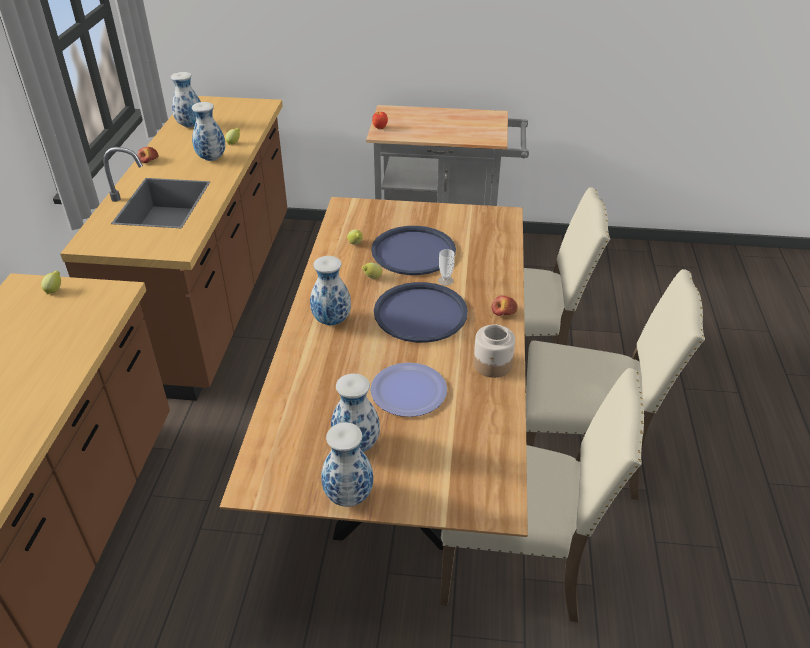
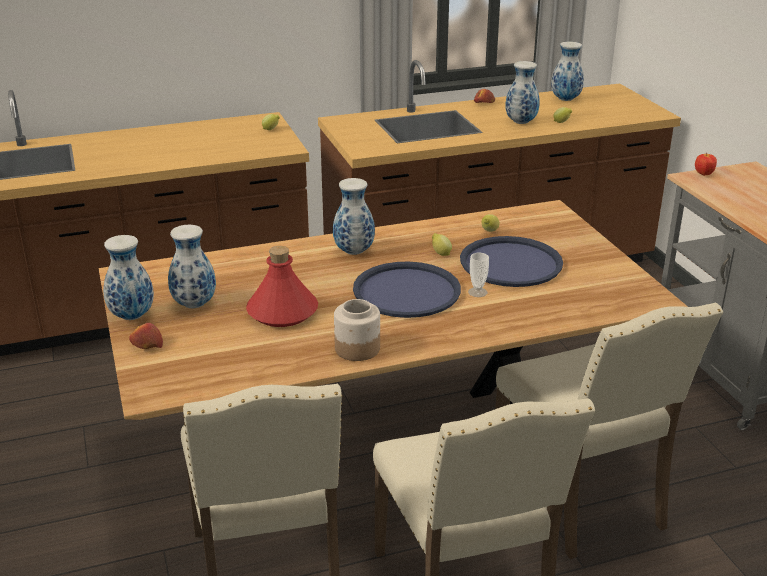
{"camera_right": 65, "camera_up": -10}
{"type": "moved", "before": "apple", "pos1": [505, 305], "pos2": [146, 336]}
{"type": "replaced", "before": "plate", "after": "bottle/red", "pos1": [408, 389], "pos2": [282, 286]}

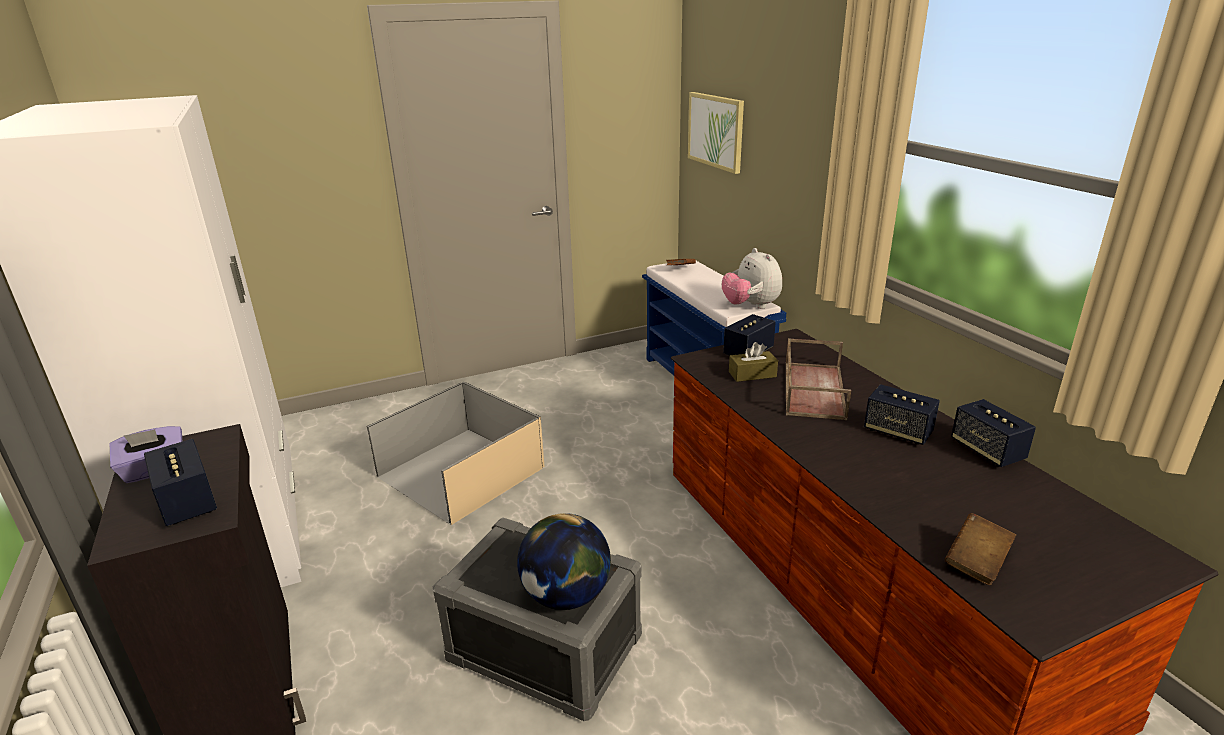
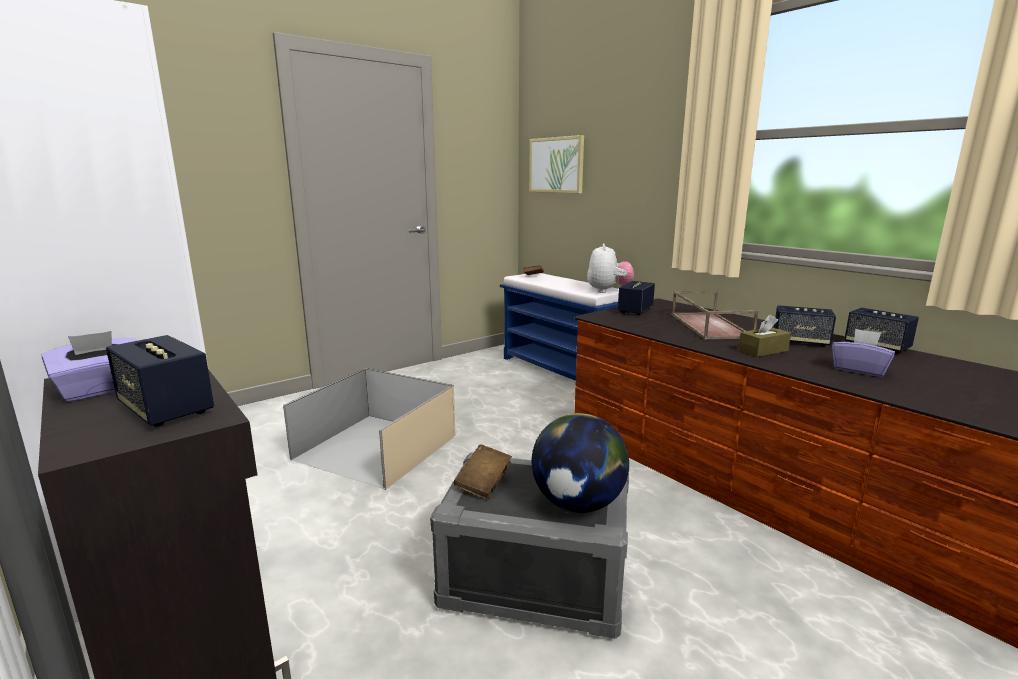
{"camera_right": -15, "camera_up": -10}
{"type": "moved", "before": "book/brown", "pos1": [980, 549], "pos2": [483, 471]}
{"type": "turned", "before": "plush toy", "pos1": [752, 278], "pos2": [610, 268], "turn": -135}
{"type": "moved", "before": "tissue box/brown", "pos1": [753, 362], "pos2": [764, 336]}
{"type": "added", "after": "tissue box/purple", "pos2": [863, 353]}

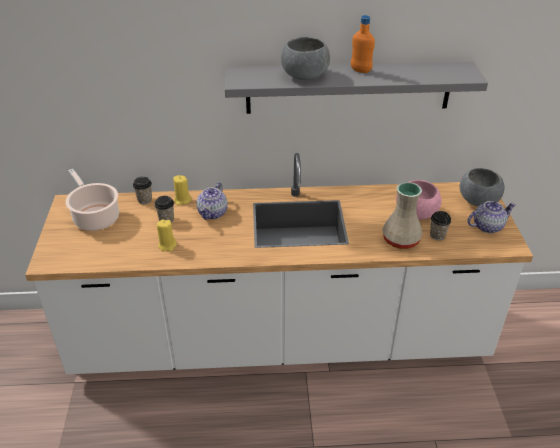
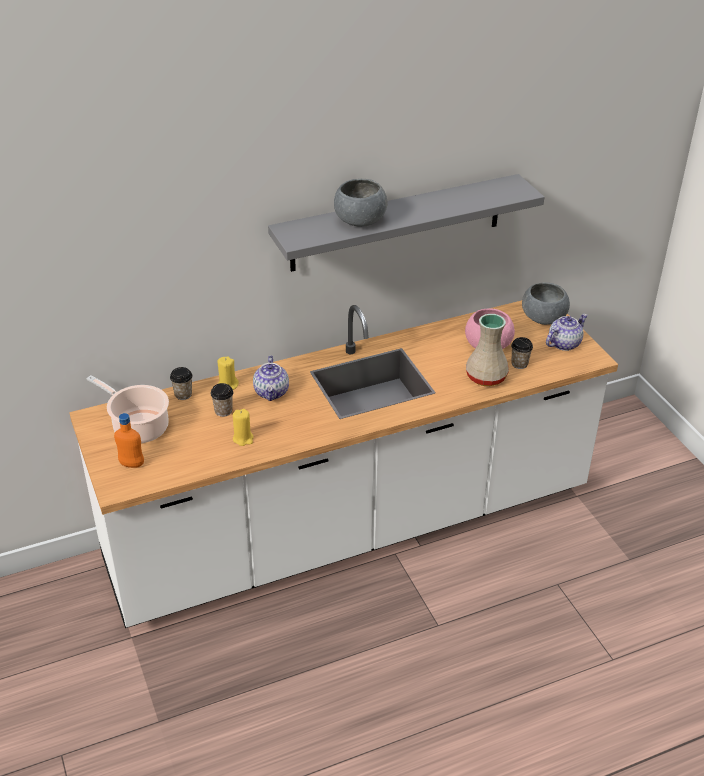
{"camera_right": -20, "camera_up": 0}
{"type": "moved", "before": "bottle/orange", "pos1": [363, 44], "pos2": [129, 440]}

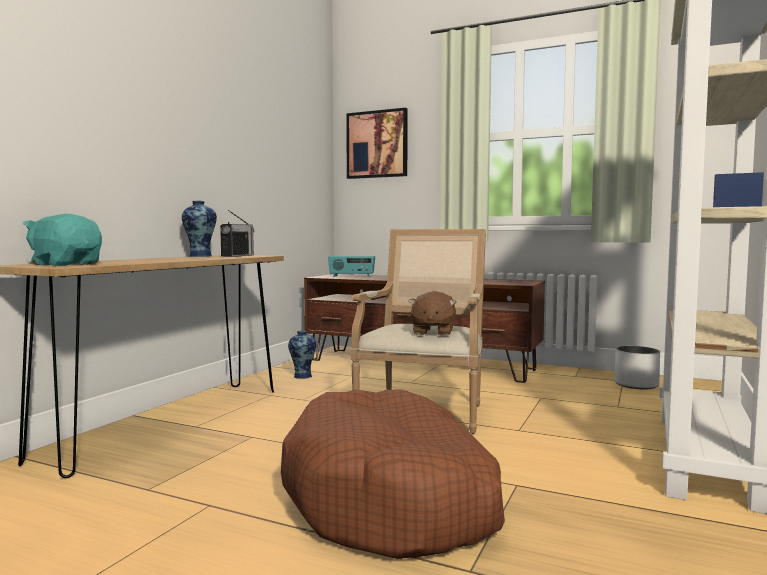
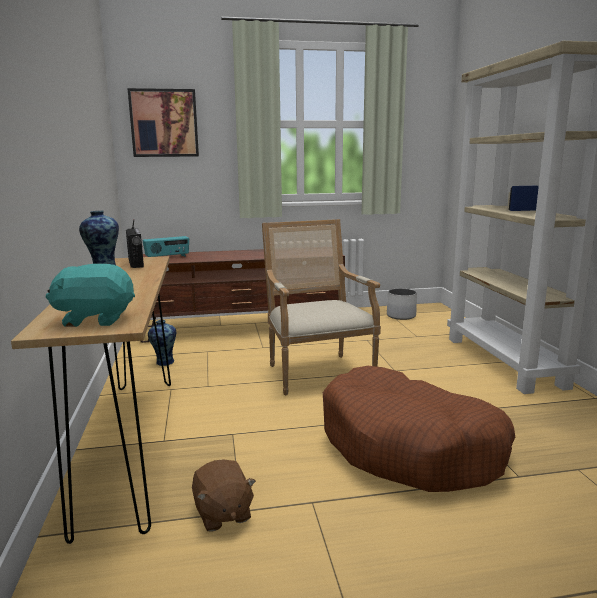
{"camera_right": -35, "camera_up": 10}
{"type": "moved", "before": "plush toy/brown", "pos1": [432, 313], "pos2": [224, 496]}

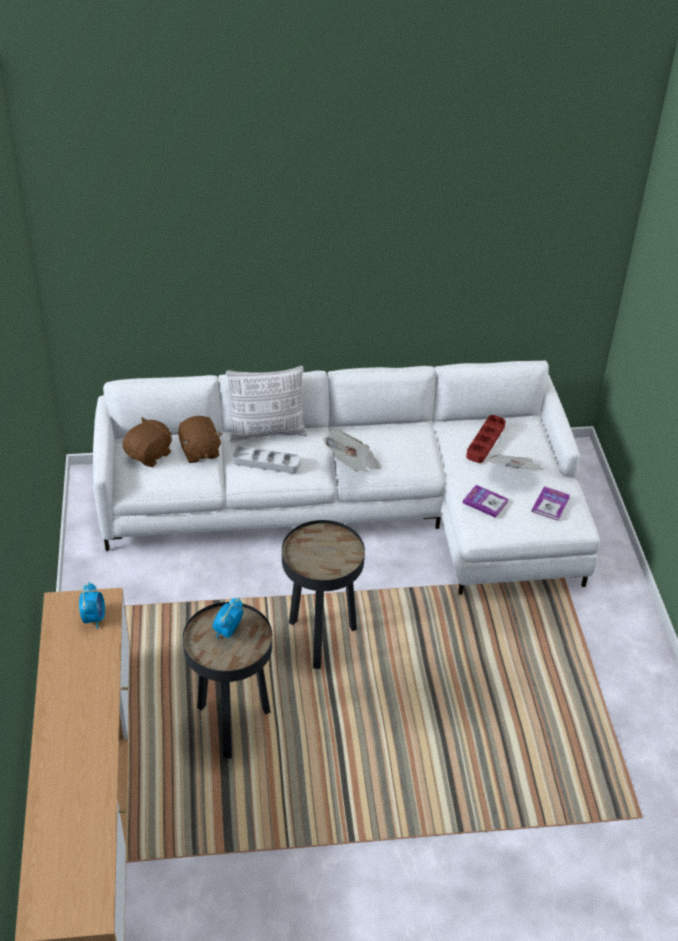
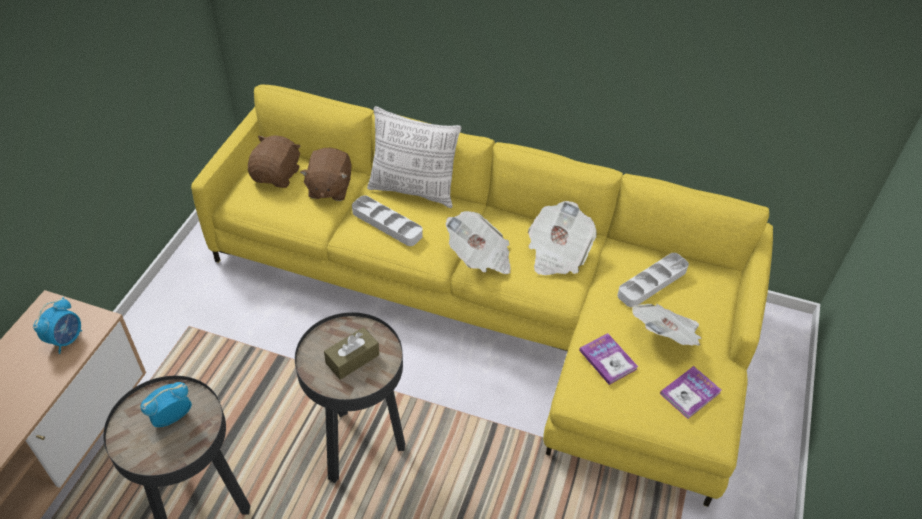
{"camera_right": 25, "camera_up": 5}
{"type": "recoloured", "before": "sofa/white", "after": "sofa/yellow", "pos1": [346, 477], "pos2": [482, 295]}
{"type": "turned", "before": "plush toy/brown", "pos1": [147, 442], "pos2": [274, 161], "turn": -45}
{"type": "added", "after": "tissue box/brown", "pos2": [351, 353]}
{"type": "added", "after": "newspaper", "pos2": [562, 238]}
{"type": "recoloured", "before": "tray/red", "after": "tray/grey", "pos1": [485, 439], "pos2": [653, 280]}

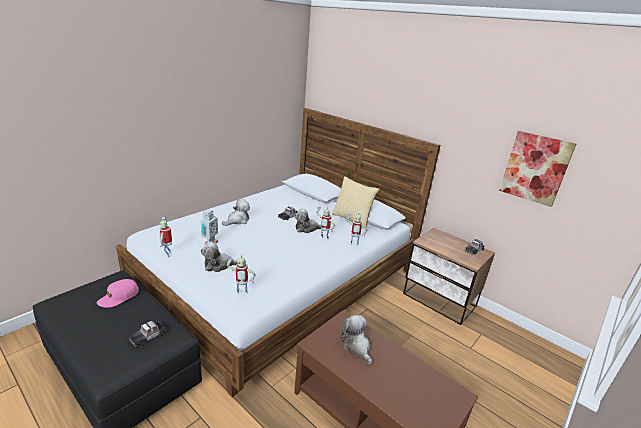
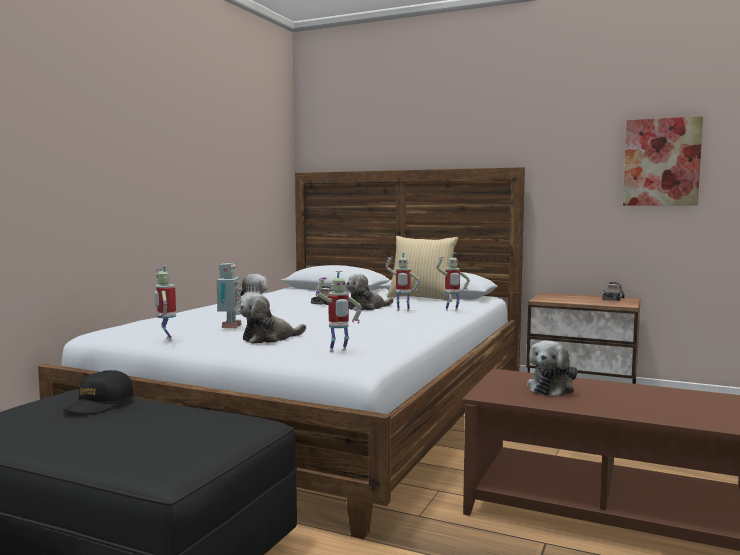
{"camera_right": -15, "camera_up": -20}
{"type": "recoloured", "before": "cap/pink", "after": "cap/black", "pos1": [117, 293], "pos2": [98, 392]}
{"type": "turned", "before": "plush toy", "pos1": [356, 339], "pos2": [552, 368], "turn": -105}
{"type": "removed", "before": "toy car", "pos1": [147, 334]}

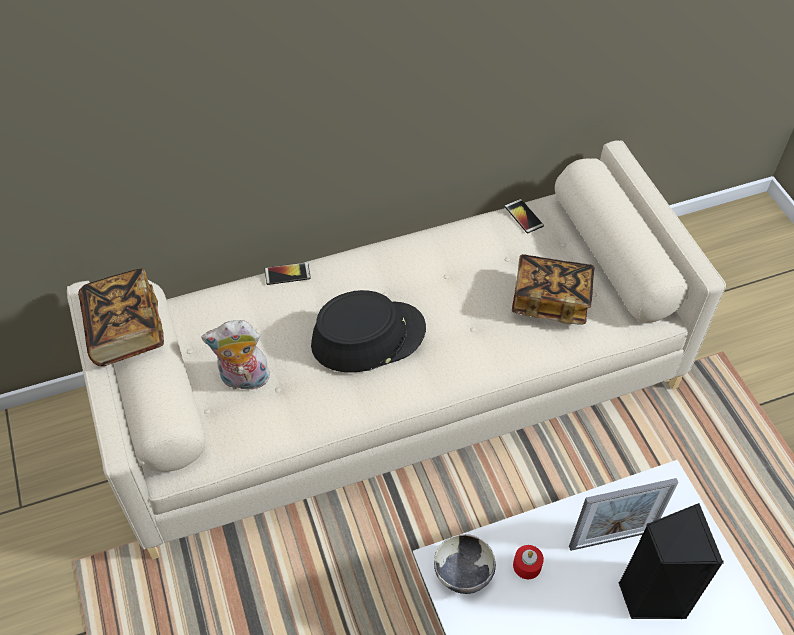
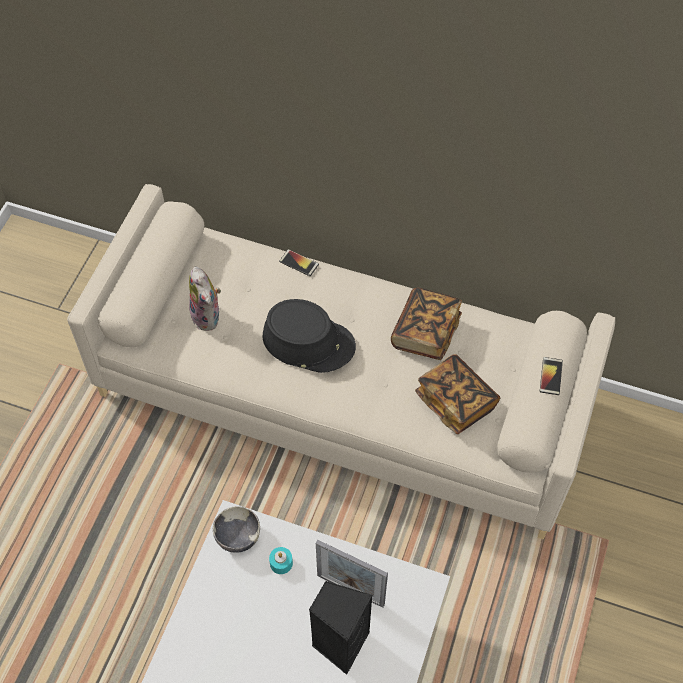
{"camera_right": 40, "camera_up": 5}
{"type": "turned", "before": "plush toy", "pos1": [237, 355], "pos2": [205, 298], "turn": -150}
{"type": "recoloured", "before": "candle/red", "after": "candle/turquoise", "pos1": [528, 562], "pos2": [281, 560]}
{"type": "moved", "before": "book", "pos1": [121, 317], "pos2": [426, 324]}
{"type": "moved", "before": "phone", "pos1": [524, 216], "pos2": [551, 376]}

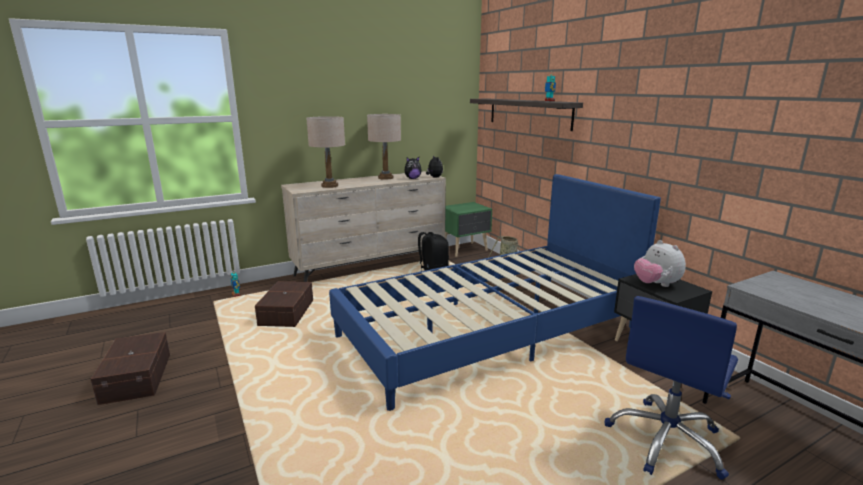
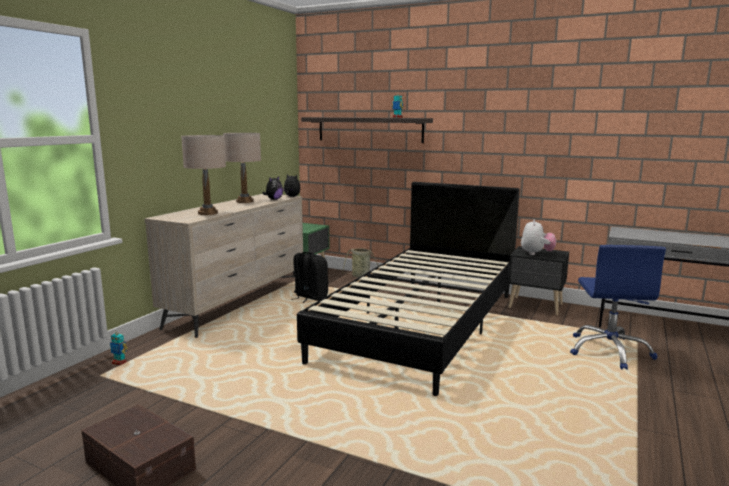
{"camera_right": -35, "camera_up": -5}
{"type": "recoloured", "before": "bed/blue", "after": "bed/black", "pos1": [495, 292], "pos2": [408, 289]}
{"type": "turned", "before": "plush toy", "pos1": [660, 263], "pos2": [538, 237], "turn": -105}
{"type": "removed", "before": "storage box/brown", "pos1": [284, 304]}

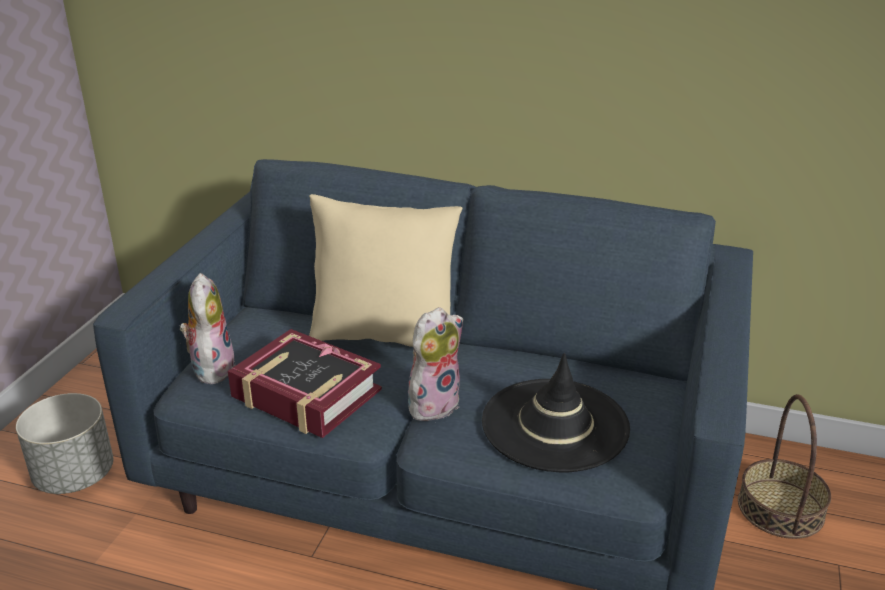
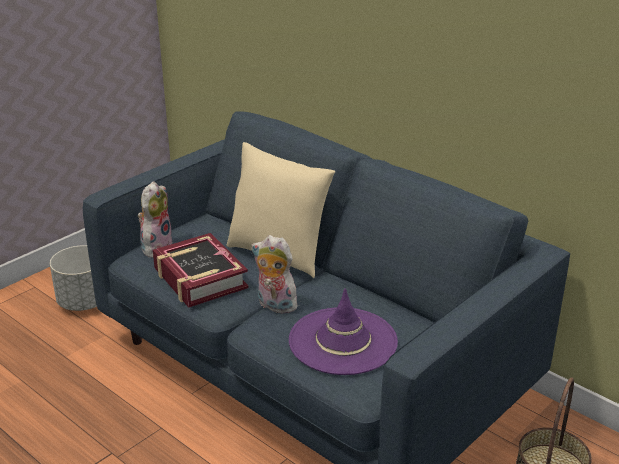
{"camera_right": 25, "camera_up": 0}
{"type": "turned", "before": "plush toy", "pos1": [435, 364], "pos2": [274, 275], "turn": -135}
{"type": "recoloured", "before": "hat/black", "after": "hat/purple", "pos1": [556, 412], "pos2": [343, 331]}

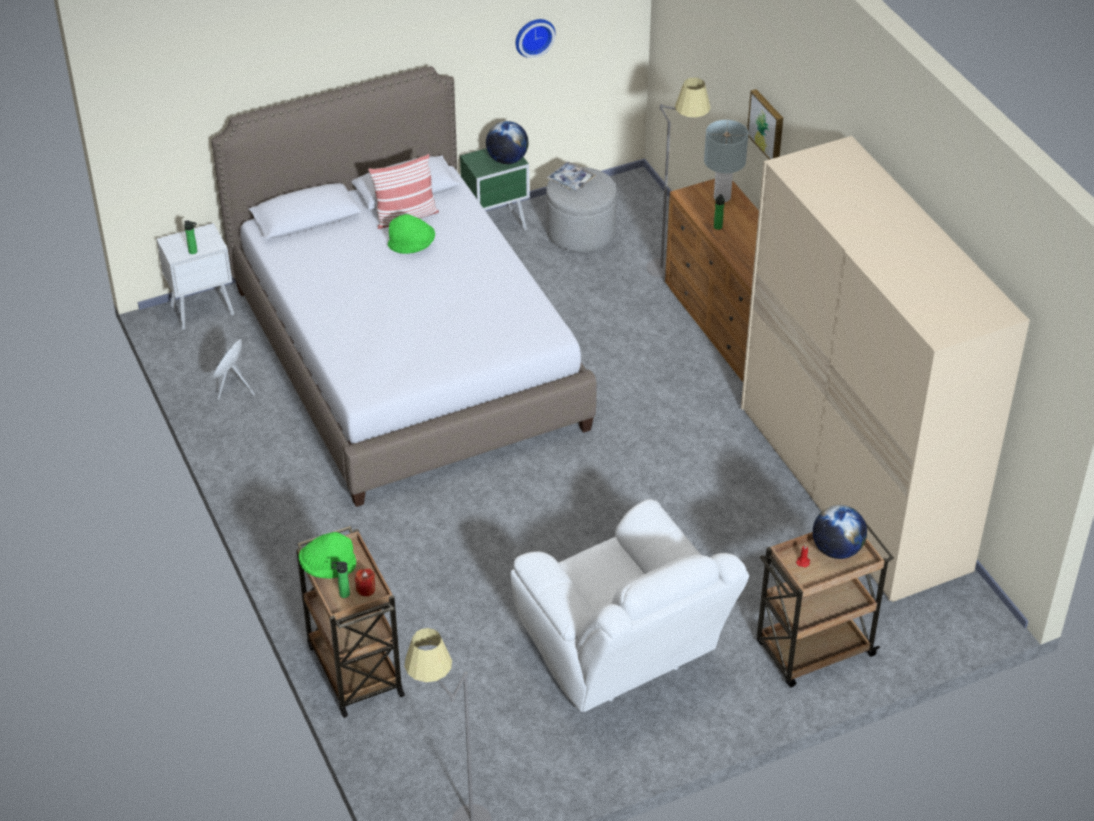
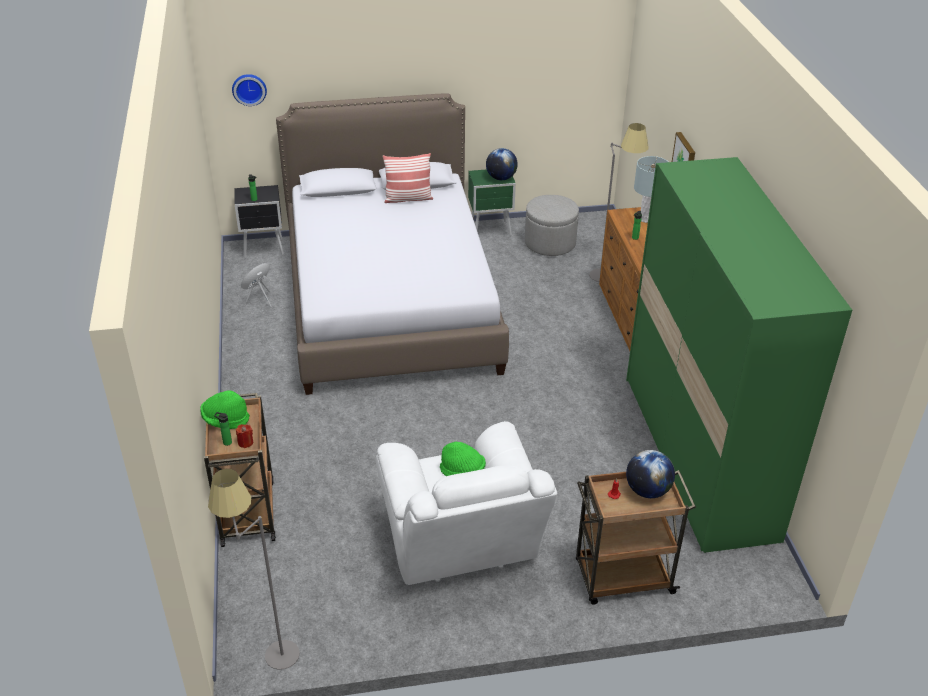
{"camera_right": 15, "camera_up": -5}
{"type": "moved", "before": "wall clock", "pos1": [535, 38], "pos2": [249, 90]}
{"type": "recoloured", "before": "nightstand/white", "after": "nightstand/black", "pos1": [195, 276], "pos2": [259, 221]}
{"type": "moved", "before": "hat/green", "pos1": [411, 234], "pos2": [463, 459]}
{"type": "recoloured", "before": "wardrobe/beige", "after": "wardrobe/green", "pos1": [885, 369], "pos2": [739, 355]}
{"type": "removed", "before": "tray", "pos1": [571, 176]}

